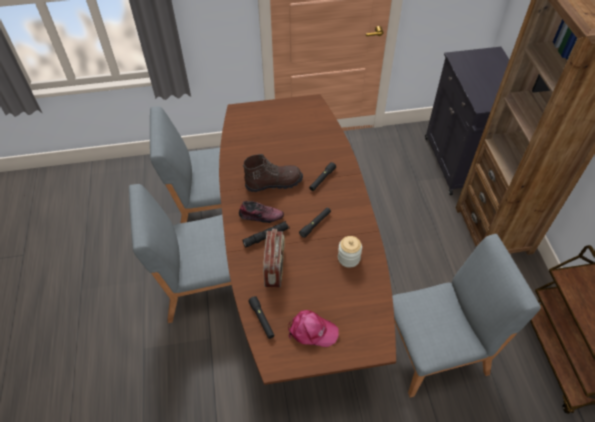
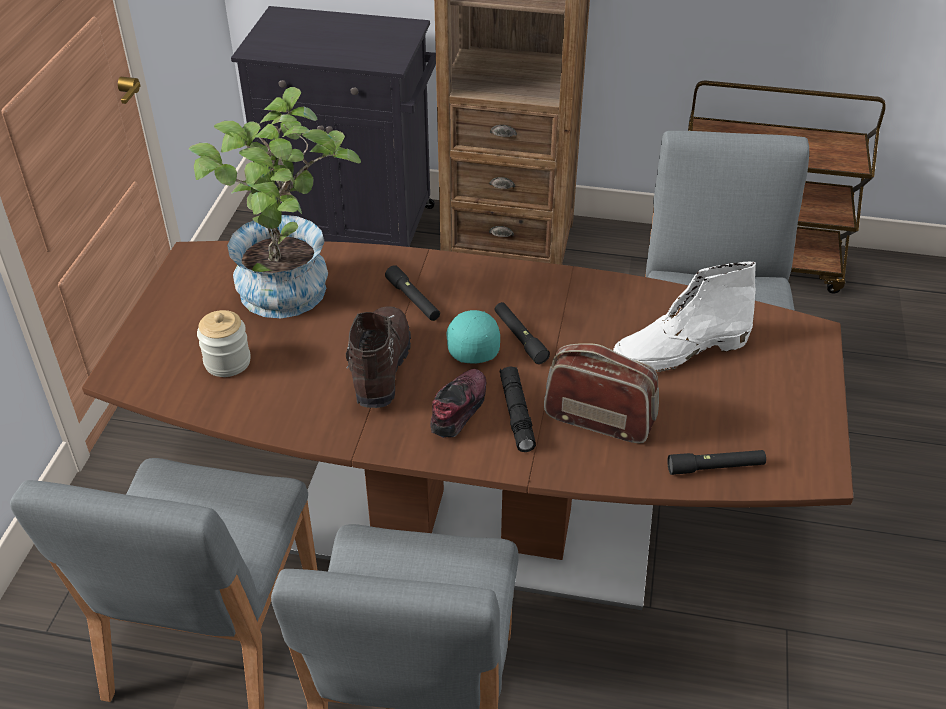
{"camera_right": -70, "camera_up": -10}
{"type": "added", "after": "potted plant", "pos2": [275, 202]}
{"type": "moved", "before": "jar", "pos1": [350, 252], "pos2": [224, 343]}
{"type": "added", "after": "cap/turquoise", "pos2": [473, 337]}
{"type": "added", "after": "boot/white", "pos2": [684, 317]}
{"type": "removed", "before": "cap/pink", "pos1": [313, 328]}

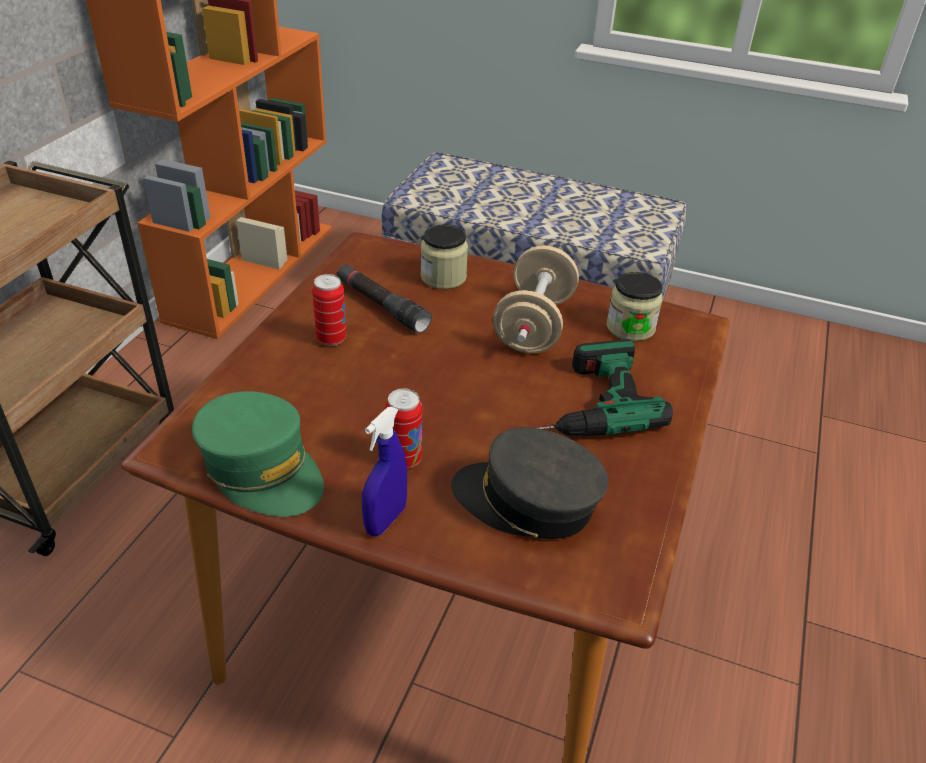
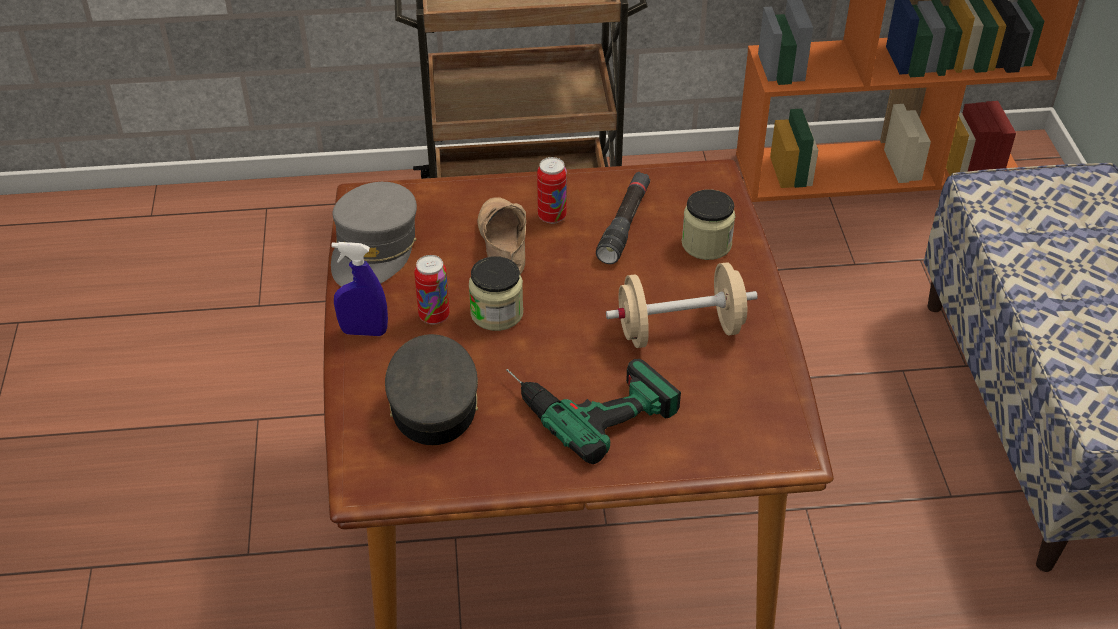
{"camera_right": 65, "camera_up": 5}
{"type": "recoloured", "before": "cap/green", "after": "cap/grey", "pos1": [258, 454], "pos2": [374, 234]}
{"type": "moved", "before": "jar", "pos1": [634, 306], "pos2": [496, 293]}
{"type": "added", "after": "shoe/beige", "pos2": [502, 236]}

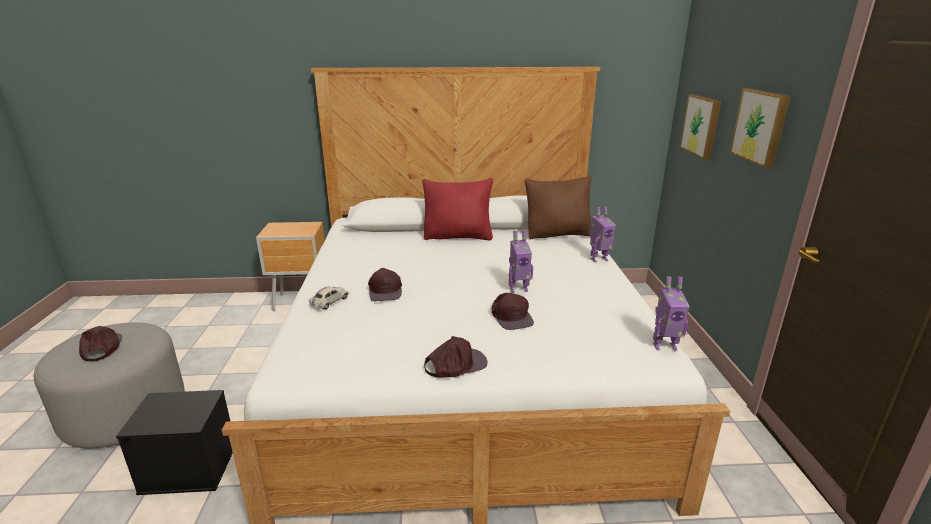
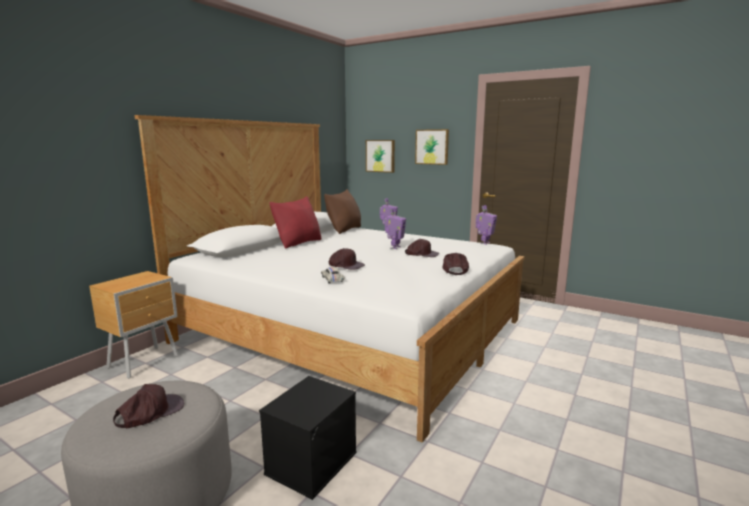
{"camera_right": -55, "camera_up": -10}
{"type": "turned", "before": "cap/brown", "pos1": [100, 343], "pos2": [148, 406], "turn": 120}

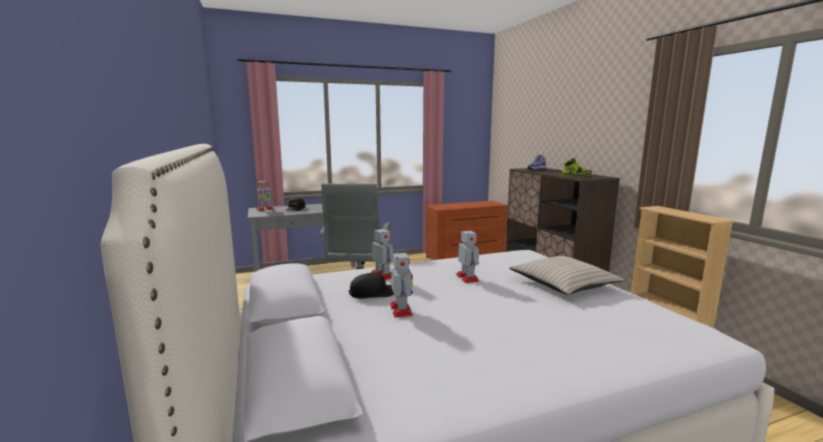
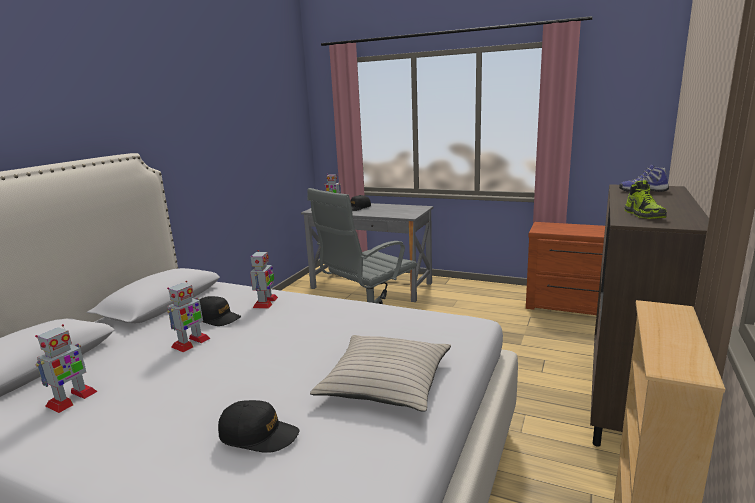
{"camera_right": 45, "camera_up": 5}
{"type": "moved", "before": "toy robot", "pos1": [468, 256], "pos2": [66, 368]}
{"type": "added", "after": "cap/black", "pos2": [259, 426]}

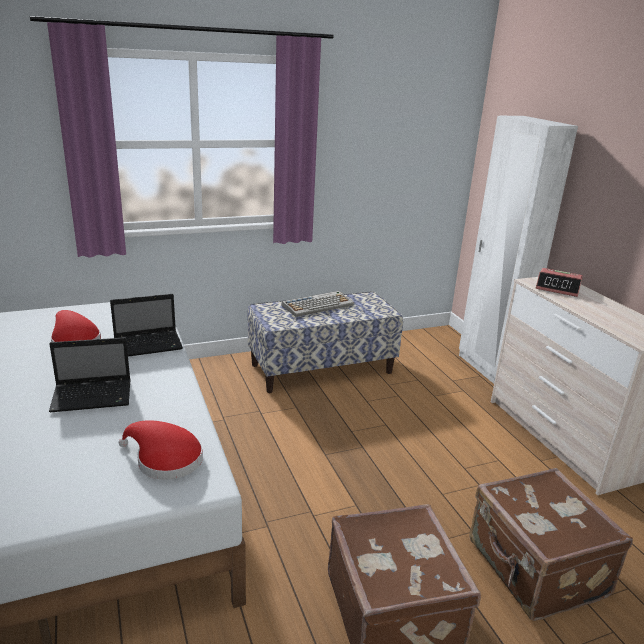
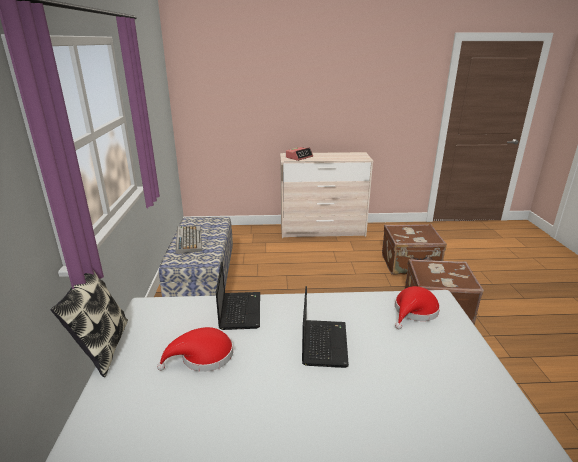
{"camera_right": -70, "camera_up": 0}
{"type": "added", "after": "pillow", "pos2": [89, 323]}
{"type": "removed", "before": "wardrobe/white", "pos1": [518, 250]}

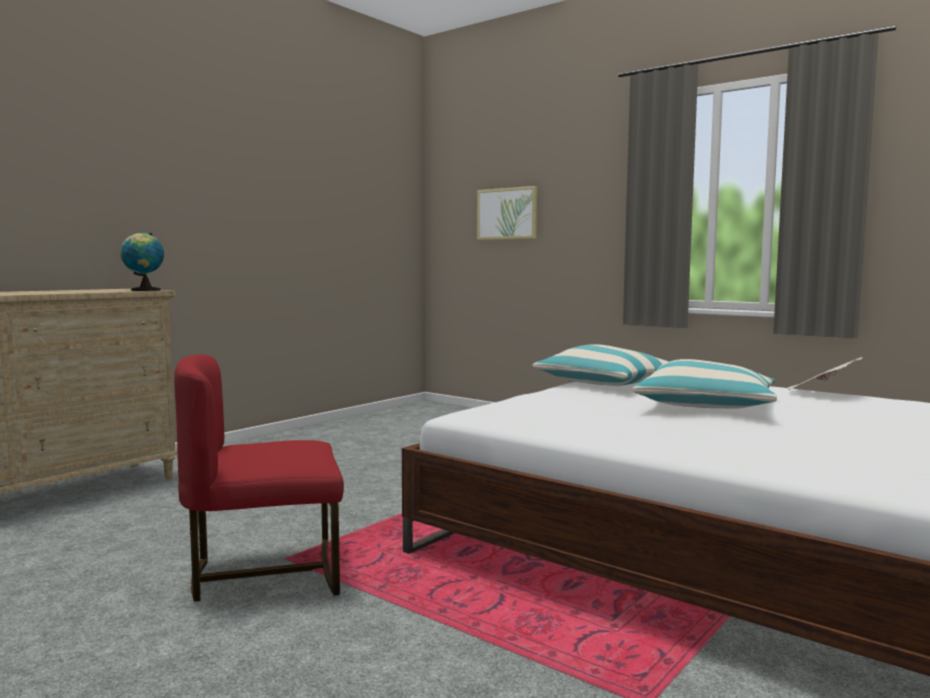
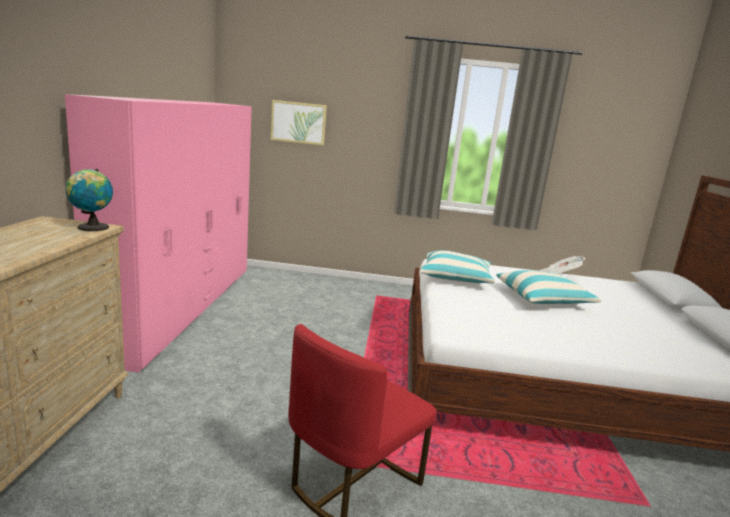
{"camera_right": -35, "camera_up": 10}
{"type": "added", "after": "wardrobe/pink", "pos2": [158, 233]}

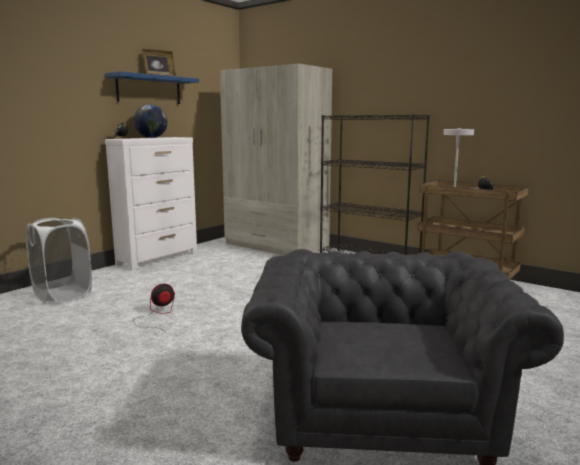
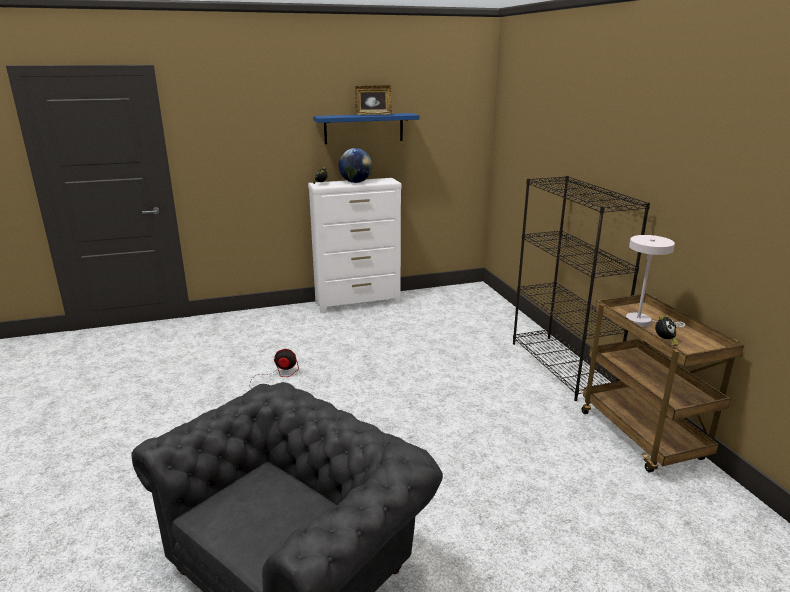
{"camera_right": 35, "camera_up": 10}
{"type": "removed", "before": "laundry basket/white", "pos1": [59, 260]}
{"type": "removed", "before": "wardrobe/beige", "pos1": [276, 159]}

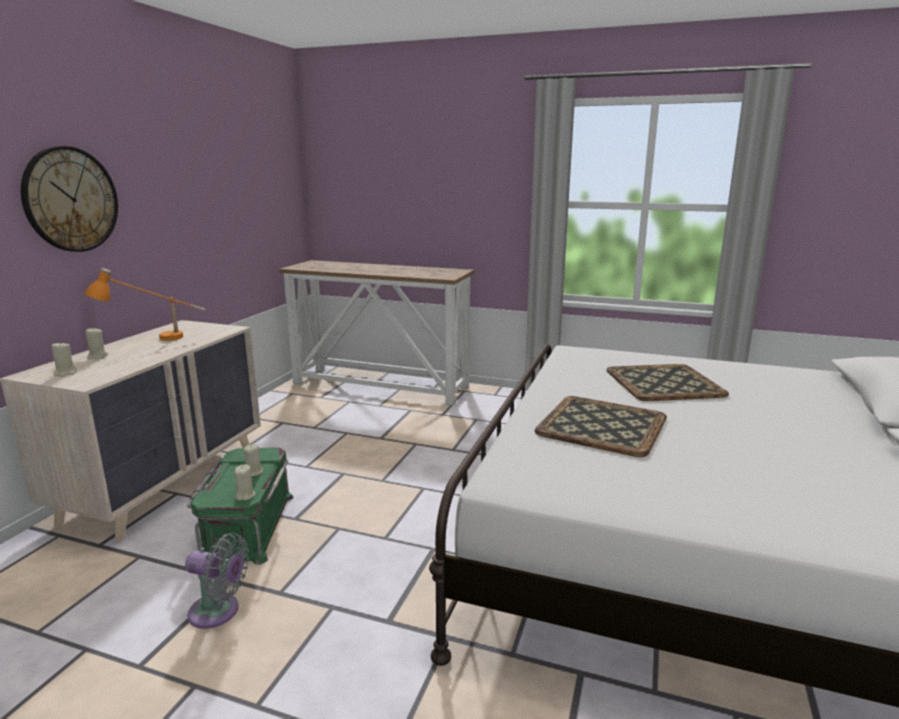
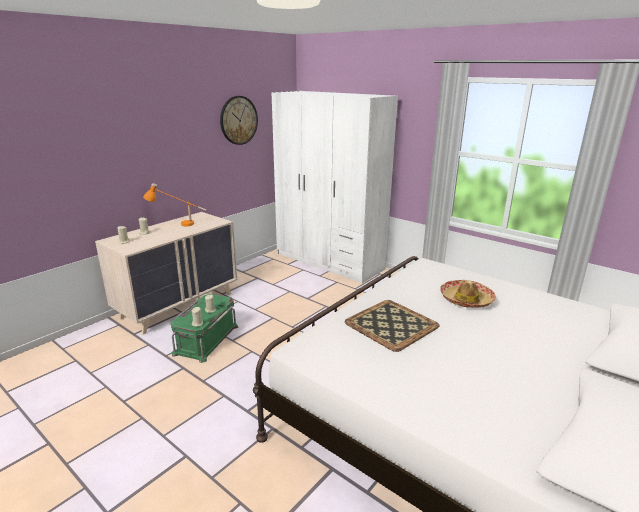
{"camera_right": 20, "camera_up": 5}
{"type": "moved", "before": "wall clock", "pos1": [69, 199], "pos2": [239, 120]}
{"type": "replaced", "before": "console table", "after": "wardrobe/white", "pos1": [376, 332], "pos2": [334, 187]}
{"type": "replaced", "before": "tray", "after": "hat", "pos1": [667, 382], "pos2": [468, 294]}
{"type": "removed", "before": "fan/grey", "pos1": [217, 581]}

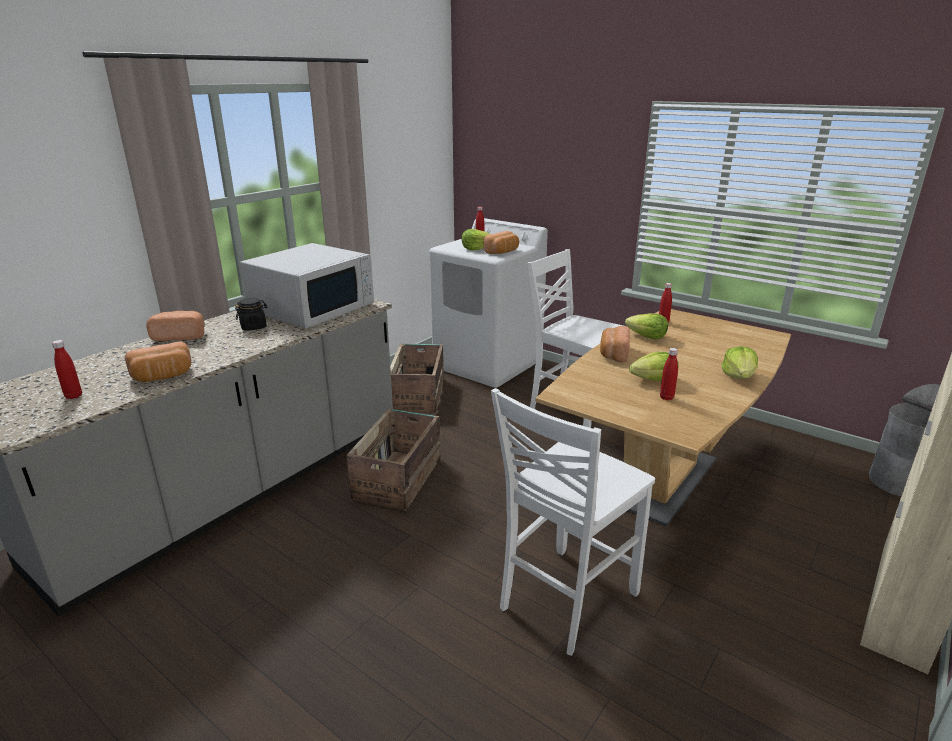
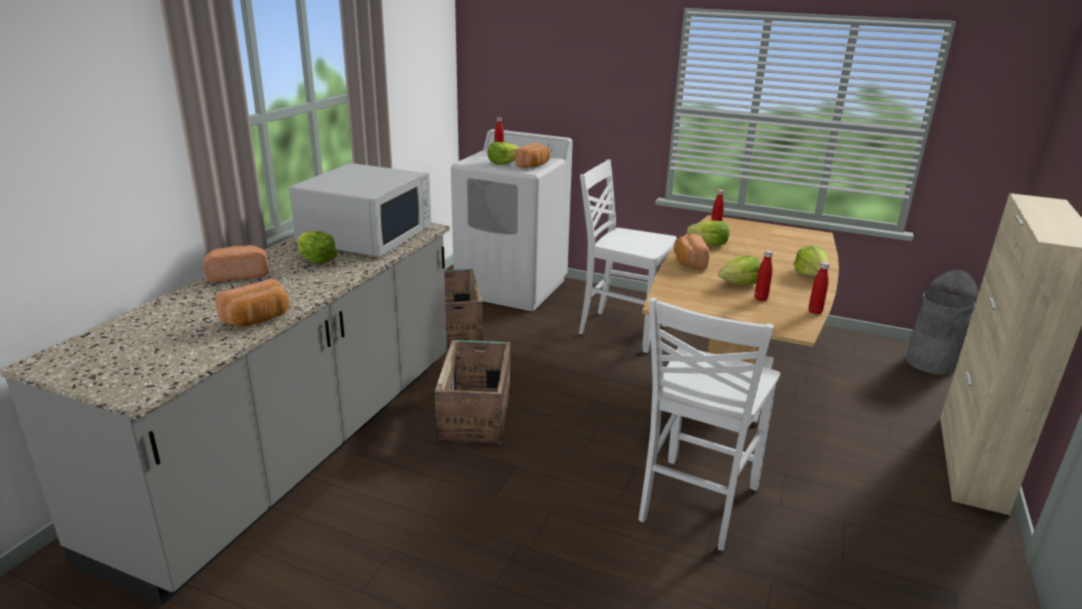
{"camera_right": -15, "camera_up": 0}
{"type": "replaced", "before": "jar/black", "after": "lettuce", "pos1": [251, 314], "pos2": [317, 247]}
{"type": "moved", "before": "bottle/red", "pos1": [67, 369], "pos2": [819, 288]}

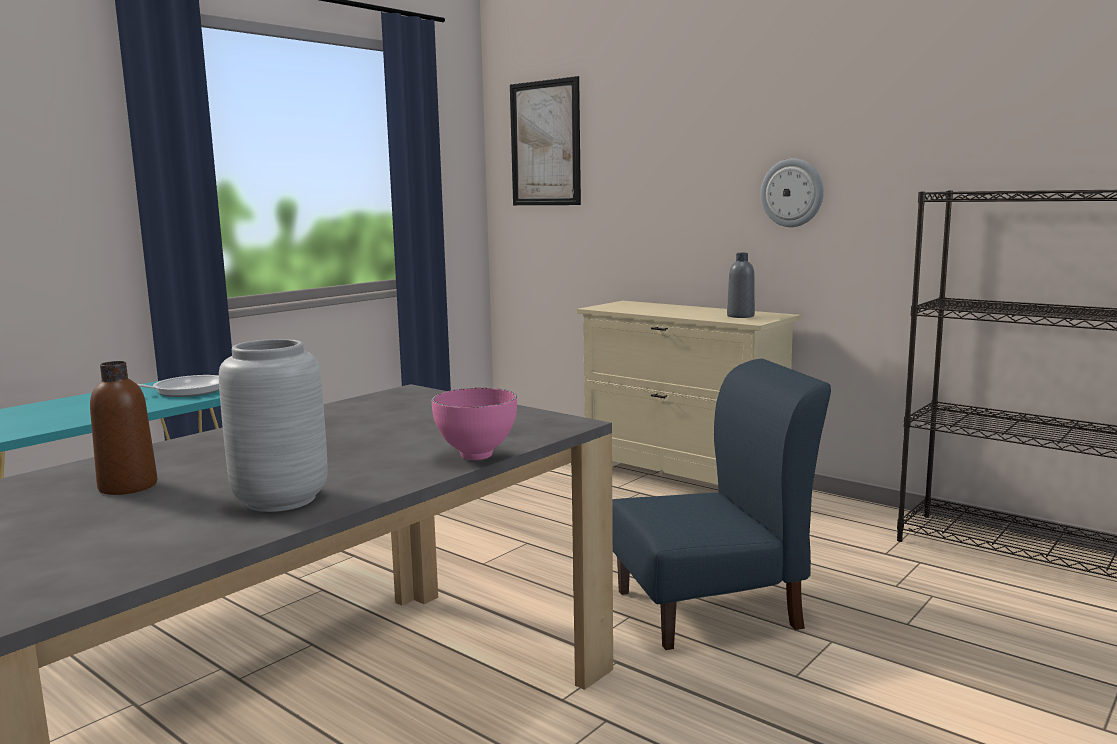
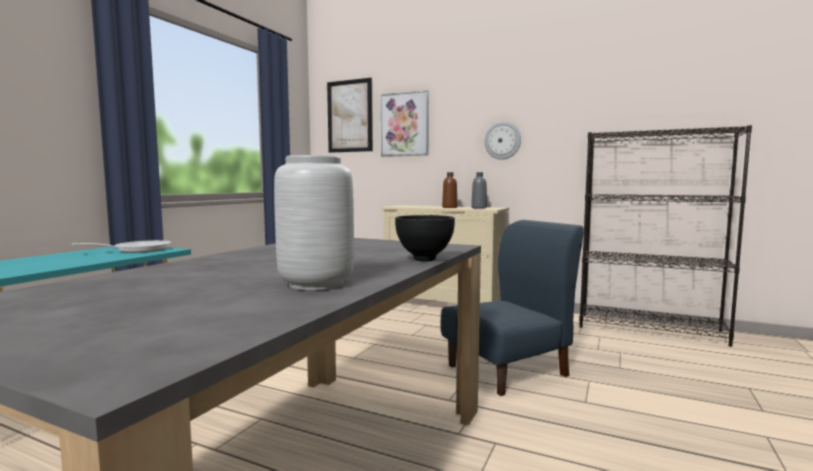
{"camera_right": -15, "camera_up": -5}
{"type": "added", "after": "picture", "pos2": [405, 123]}
{"type": "recoloured", "before": "bowl/pink", "after": "bowl/black", "pos1": [474, 424], "pos2": [425, 238]}
{"type": "moved", "before": "bottle/brown", "pos1": [123, 428], "pos2": [449, 190]}

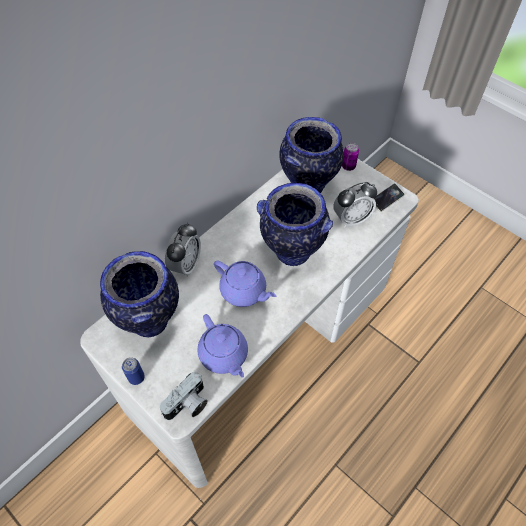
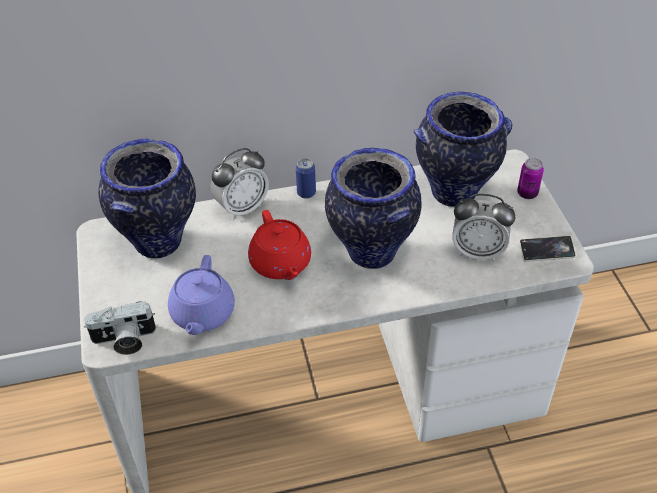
{"camera_right": 35, "camera_up": -10}
{"type": "recoloured", "before": "teapot/purple", "after": "teapot/red", "pos1": [245, 283], "pos2": [279, 245]}
{"type": "moved", "before": "can", "pos1": [133, 371], "pos2": [306, 178]}

